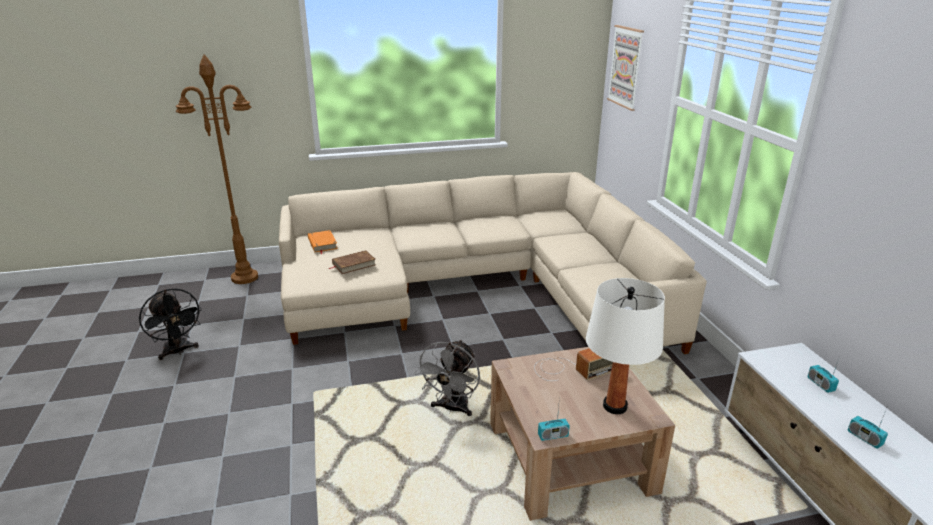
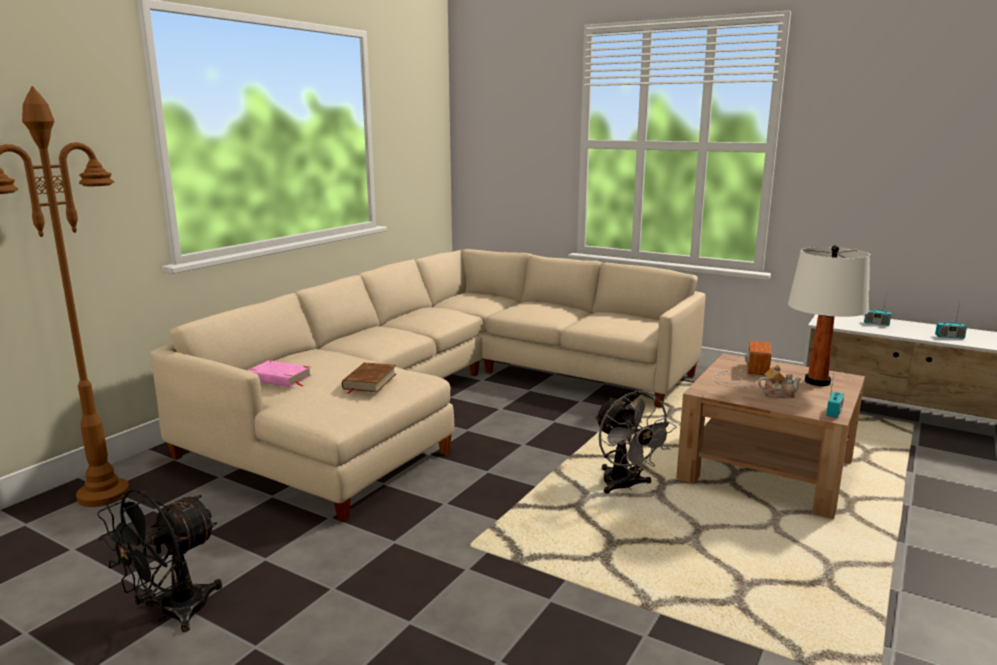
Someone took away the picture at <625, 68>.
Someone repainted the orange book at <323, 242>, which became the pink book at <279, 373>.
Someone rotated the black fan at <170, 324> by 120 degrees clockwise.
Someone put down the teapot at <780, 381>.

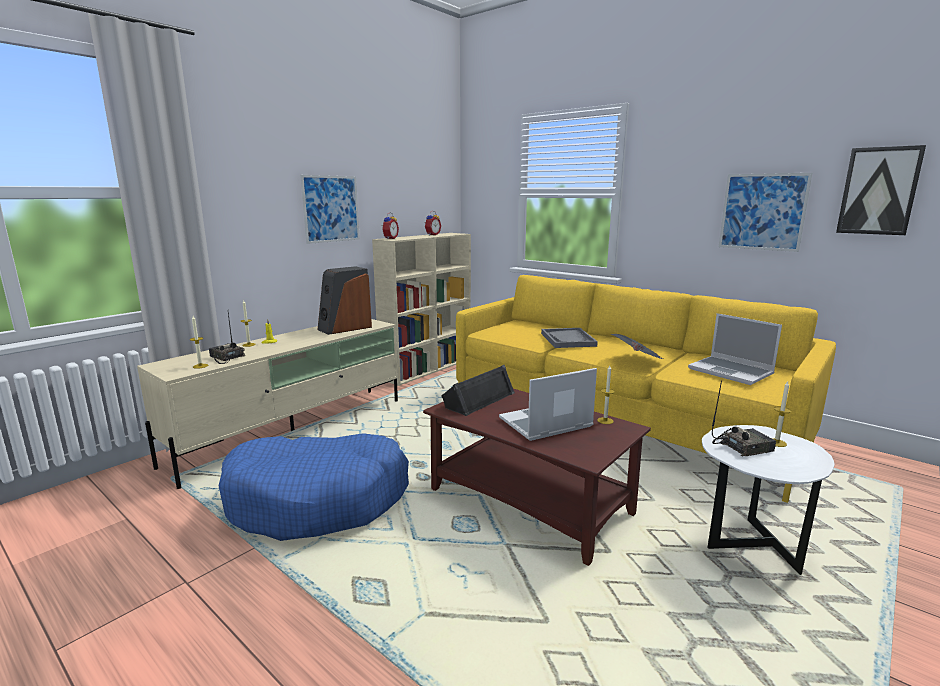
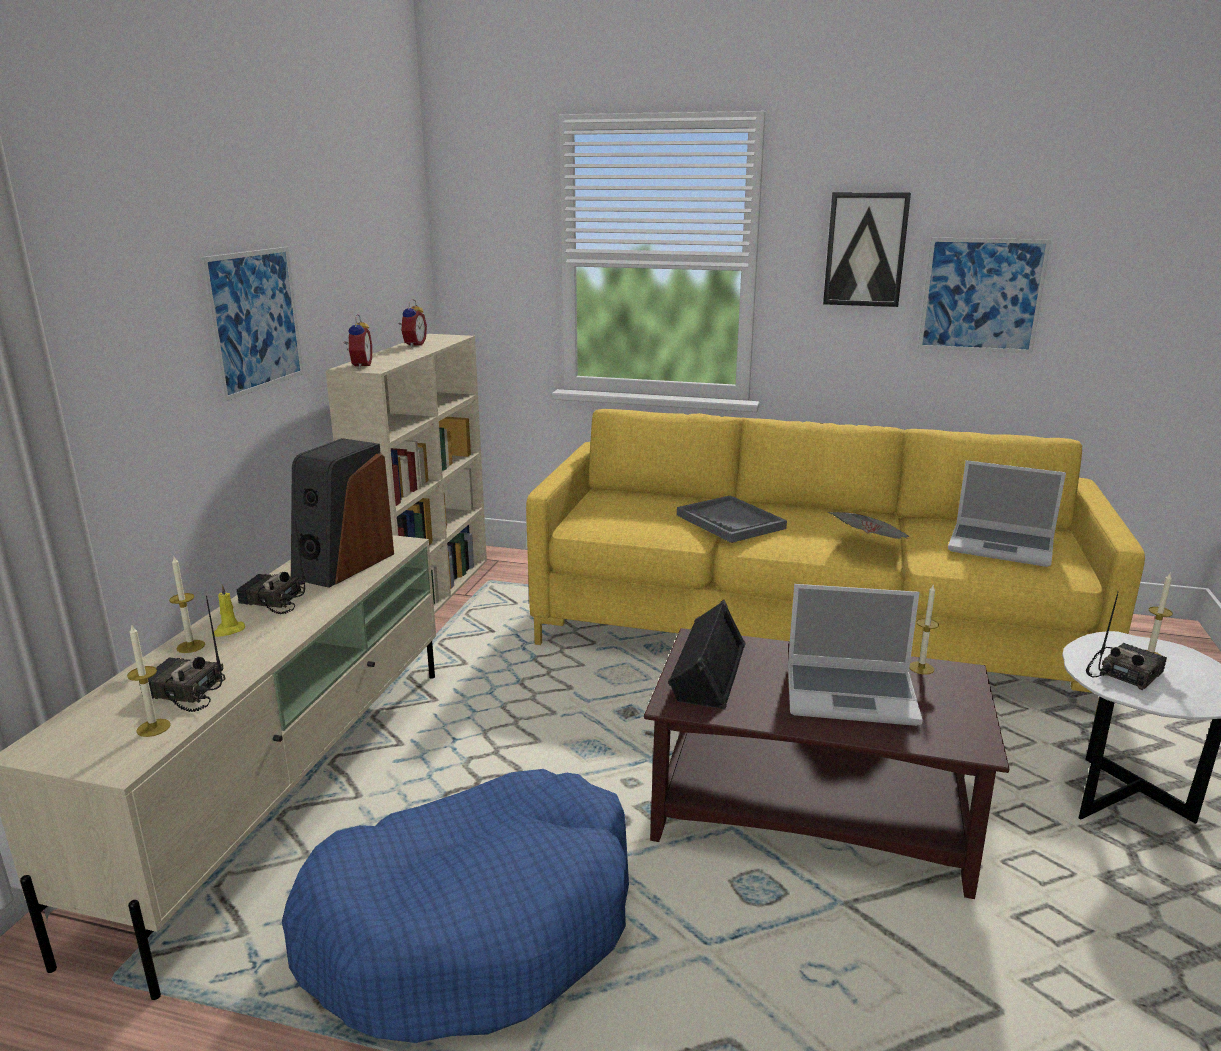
Someone carried the picture from <881, 190> to <867, 249>.
Someone rotated the laptop at <548, 404> by 120 degrees counterclockwise.
Someone put down the radio at <271, 565>.

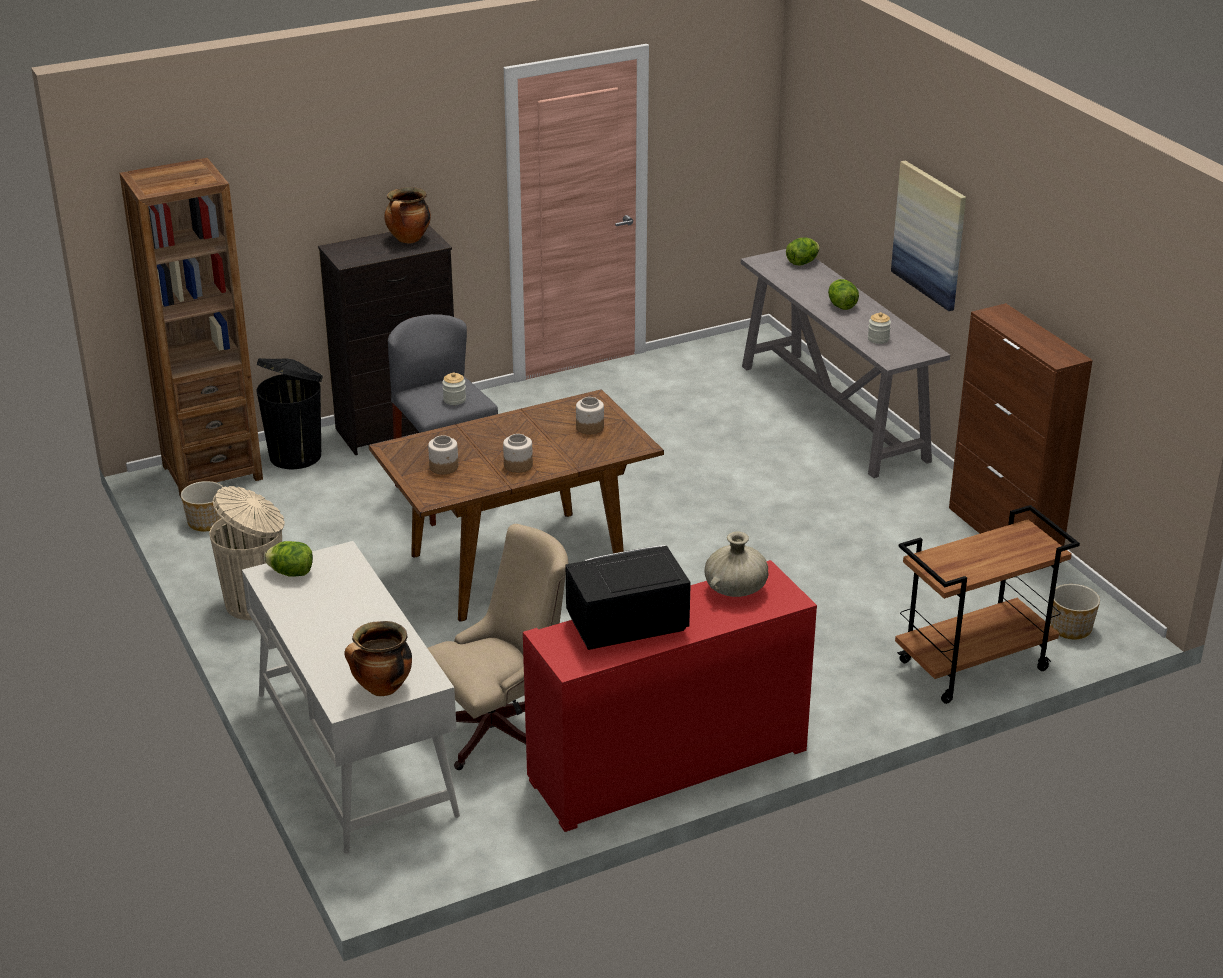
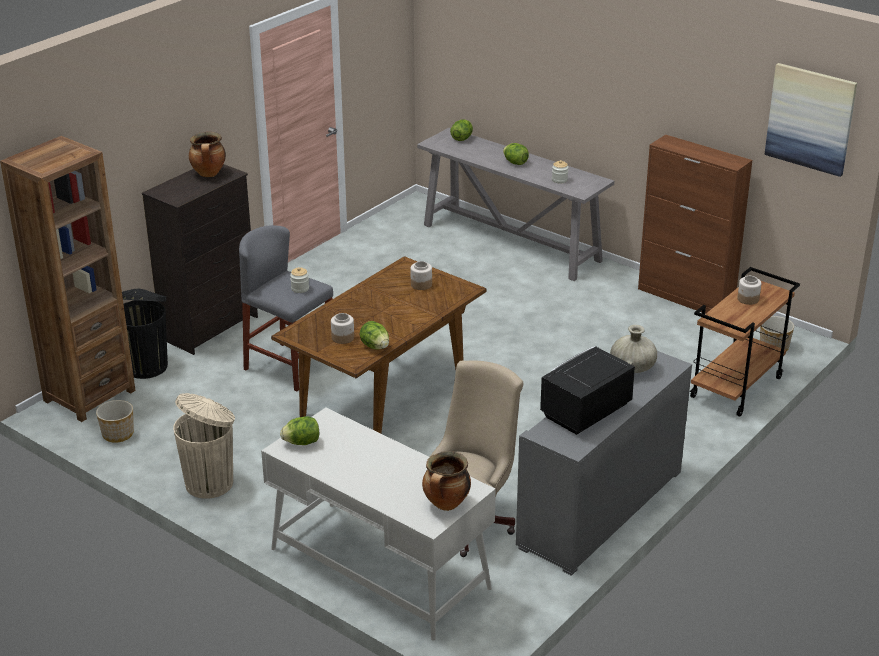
Someone carried the picture from <928, 236> to <811, 120>.
Someone carried the jar from <518, 453> to <749, 290>.
Someone repainted the red cabinet at <670, 696>, which became the grey cabinet at <604, 463>.
Someone put down the lettuce at <374, 335>.

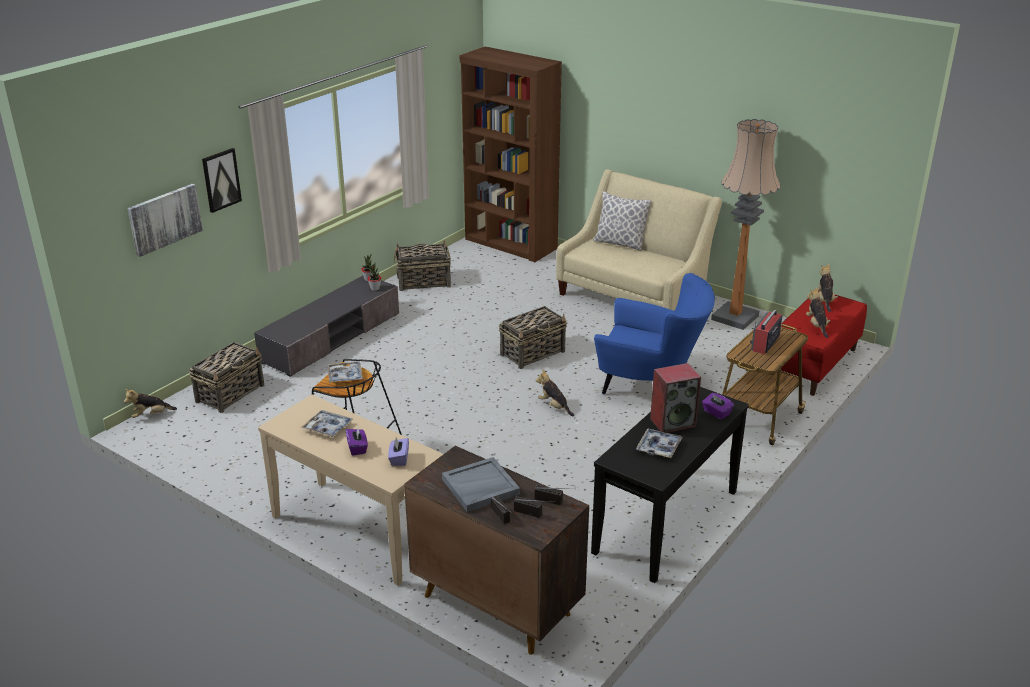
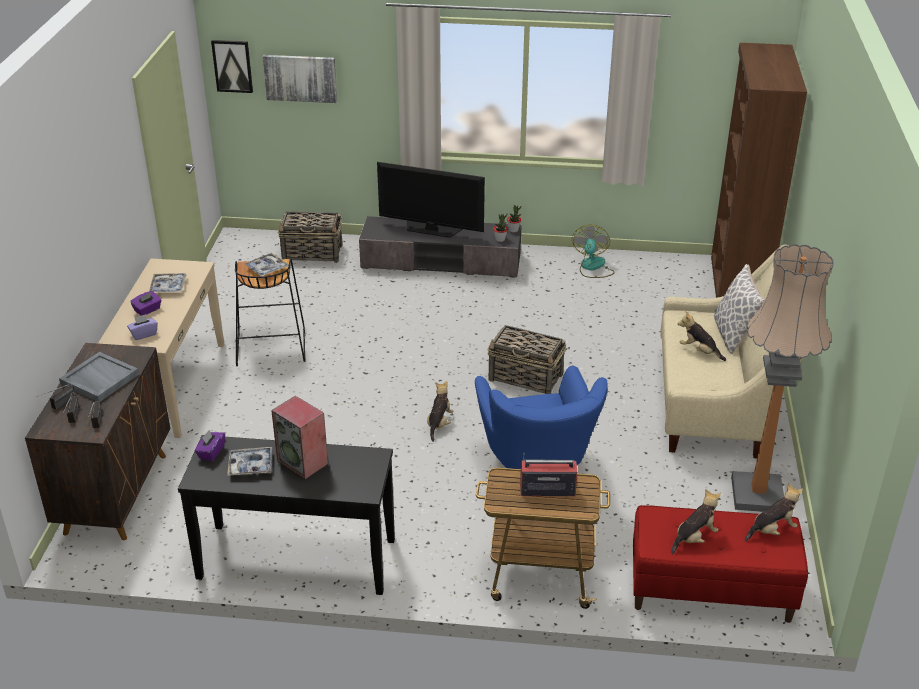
Someone carried the picture from <222, 180> to <232, 66>.
Someone swapped the basket at <422, 265> for the fan at <593, 251>.
Someone carried the plush toy from <150, 403> to <702, 336>.
Someone carried the purple tissue box from <718, 406> to <210, 445>.
Someone put down the television at <431, 200>.

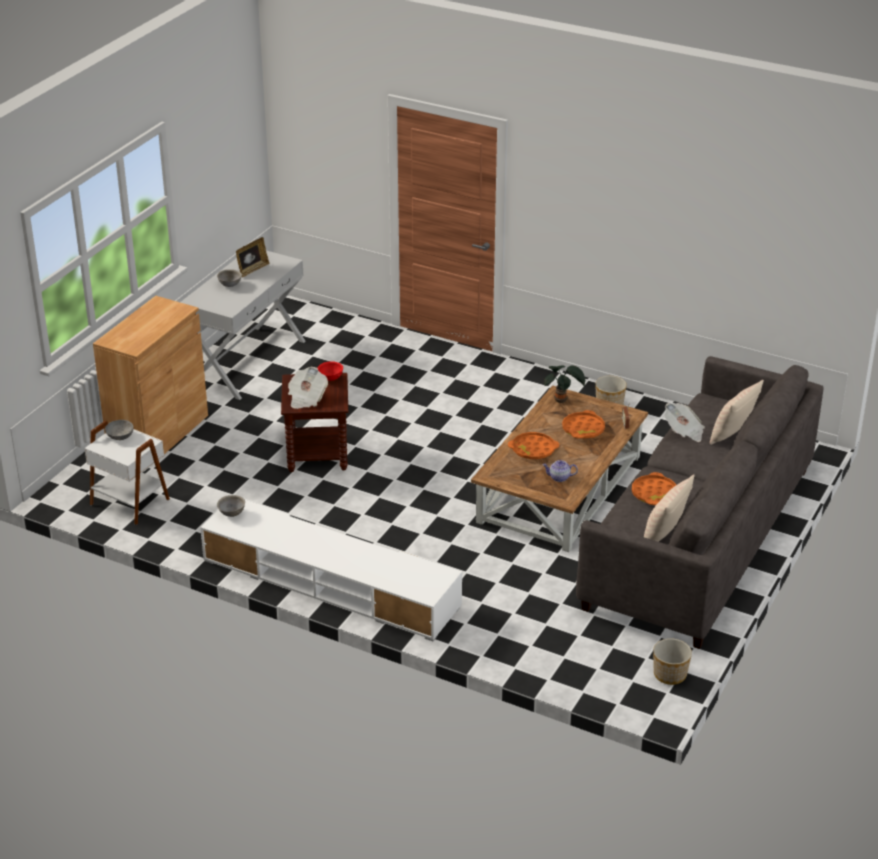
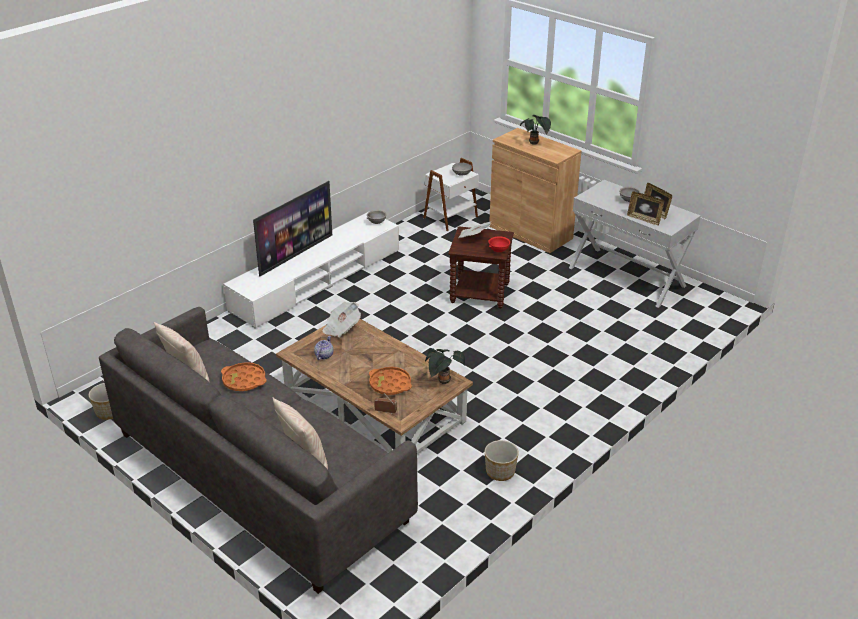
Someone carried the newspaper from <685, 422> to <341, 319>.
Someone took away the orange tray at <533, 445>.
Someone put down the potted plant at <535, 130>.
Someone put down the television at <292, 229>.
Someone put down the picture frame at <645, 209>.

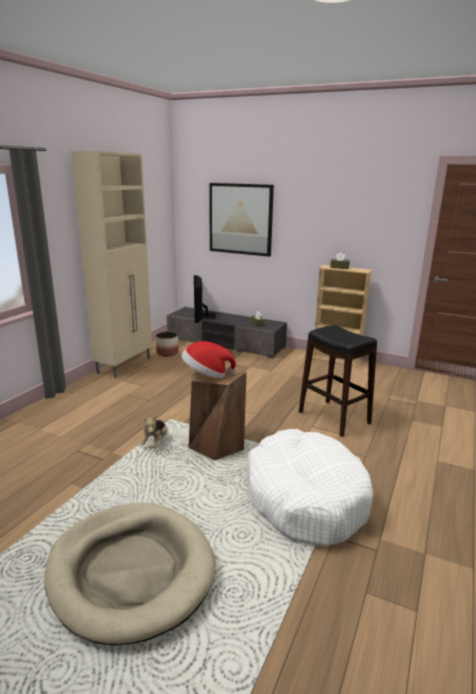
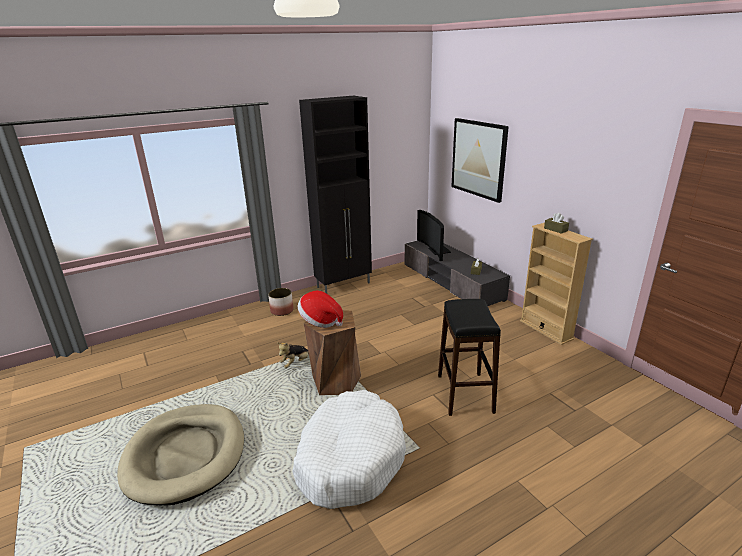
Someone repainted the beige cabinet at <111, 264>, which became the black cabinet at <335, 194>.
Someone rotated the television at <205, 299> by 45 degrees counterclockwise.
Someone carried the planter from <167, 344> to <281, 302>.

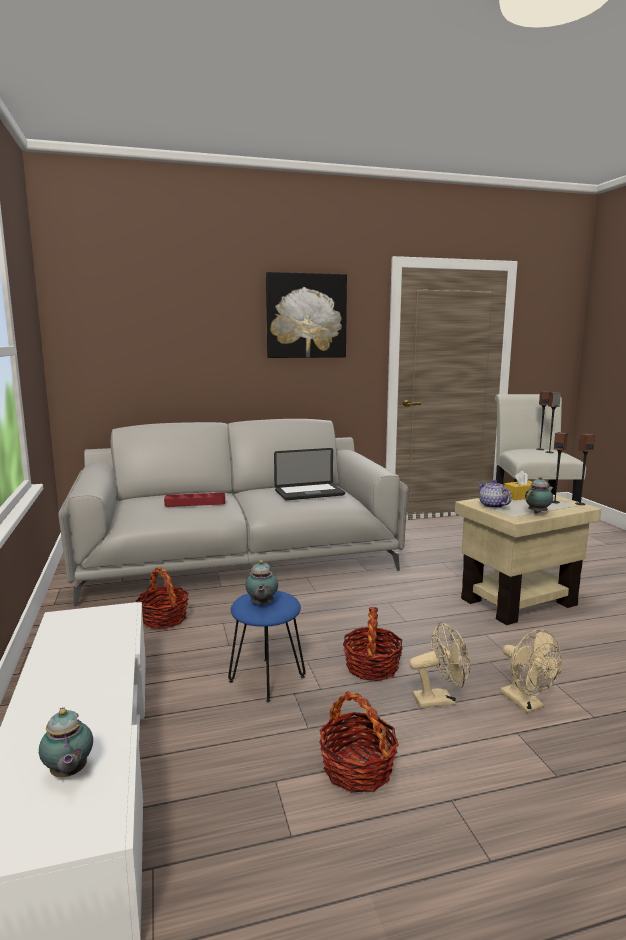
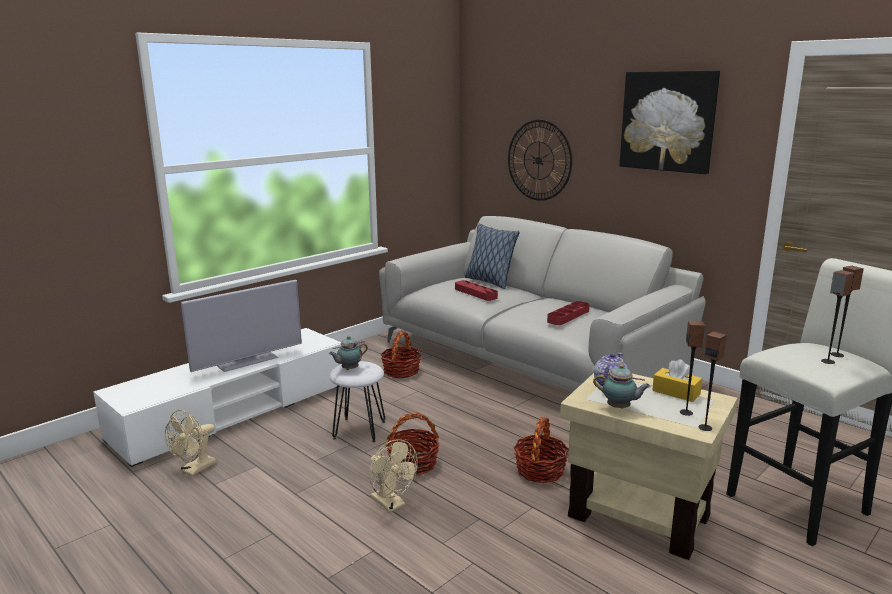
Someone swapped the laptop at <309, 474> for the red tray at <568, 313>.
Someone repainted the blue stool at <267, 646>, which became the white stool at <357, 401>.
Someone carried the beige fan from <531, 671> to <191, 443>.
Someone carried the basket from <359, 742> to <541, 450>.
Someone took away the teapot at <66, 742>.
Someone put up the wall clock at <540, 160>.
Someone put down the pillow at <492, 256>.
Someone put down the television at <241, 326>.

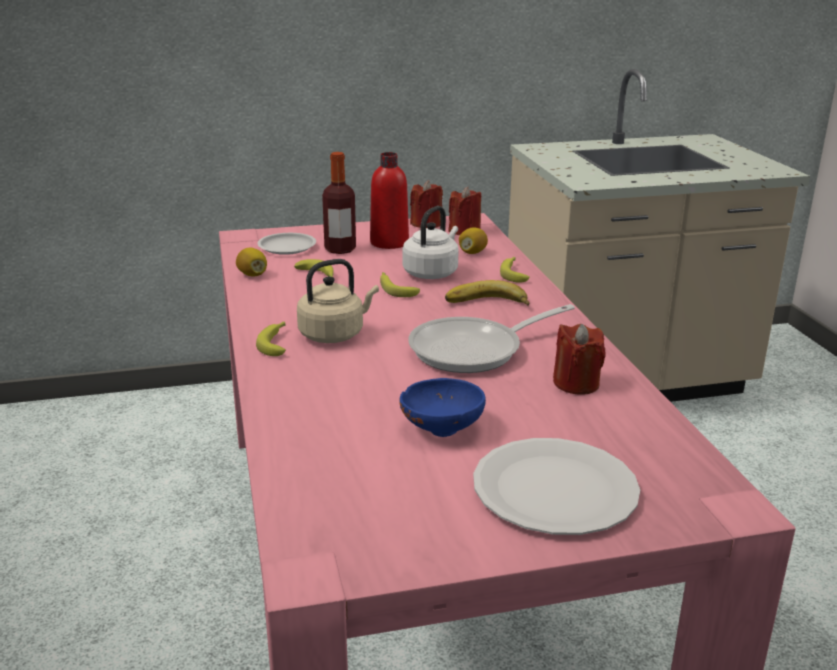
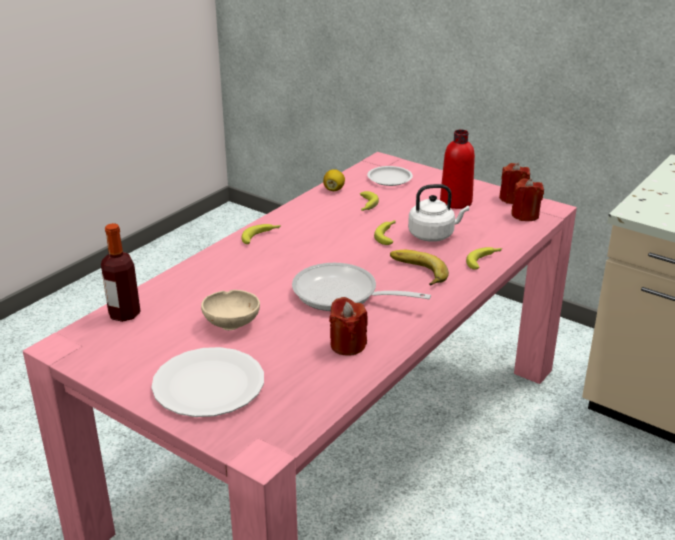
Someone carried the bottle from <339, 203> to <121, 272>.
Someone took away the lemon at <473, 241>.
Someone took away the beige kettle at <338, 301>.
Someone repainted the blue bowl at <443, 407>, which became the beige bowl at <230, 310>.

